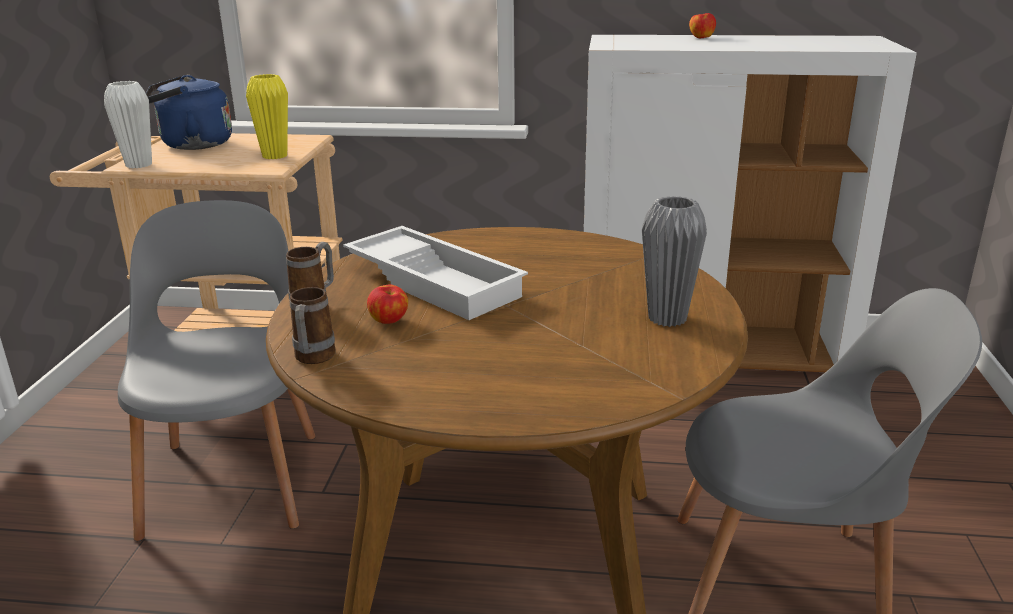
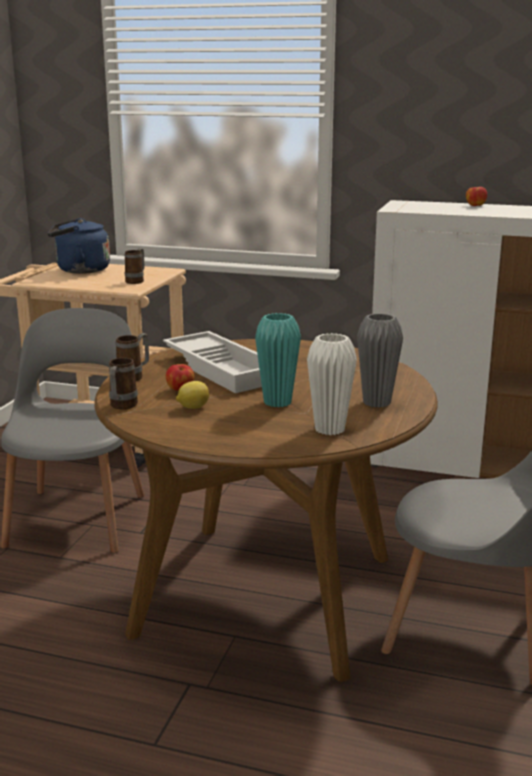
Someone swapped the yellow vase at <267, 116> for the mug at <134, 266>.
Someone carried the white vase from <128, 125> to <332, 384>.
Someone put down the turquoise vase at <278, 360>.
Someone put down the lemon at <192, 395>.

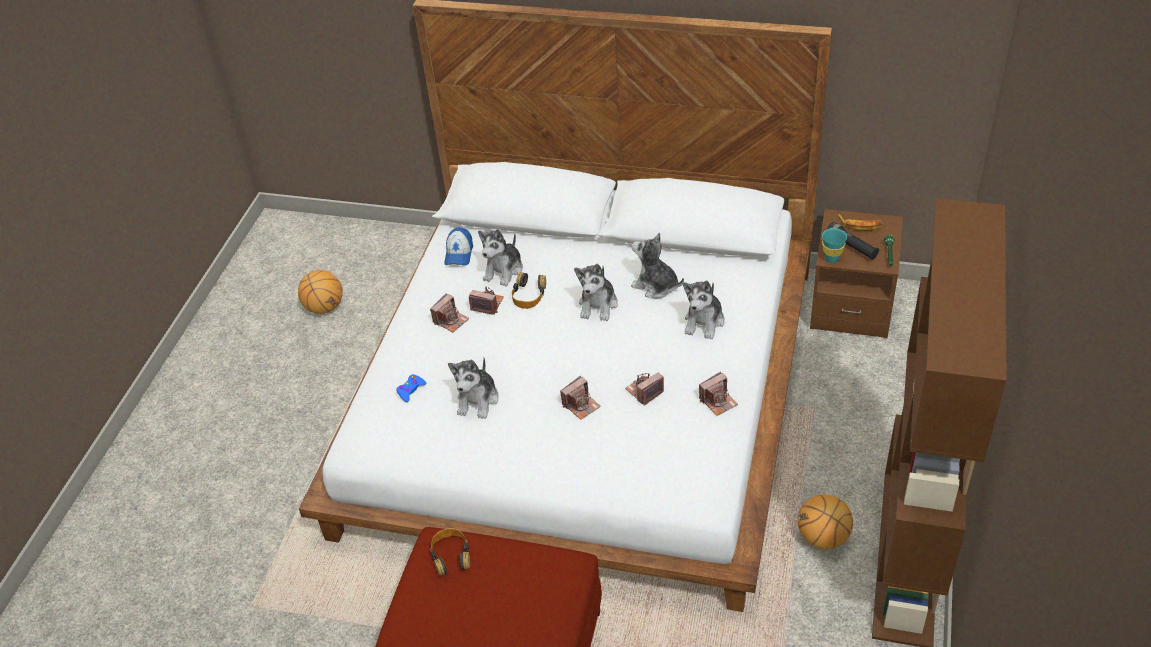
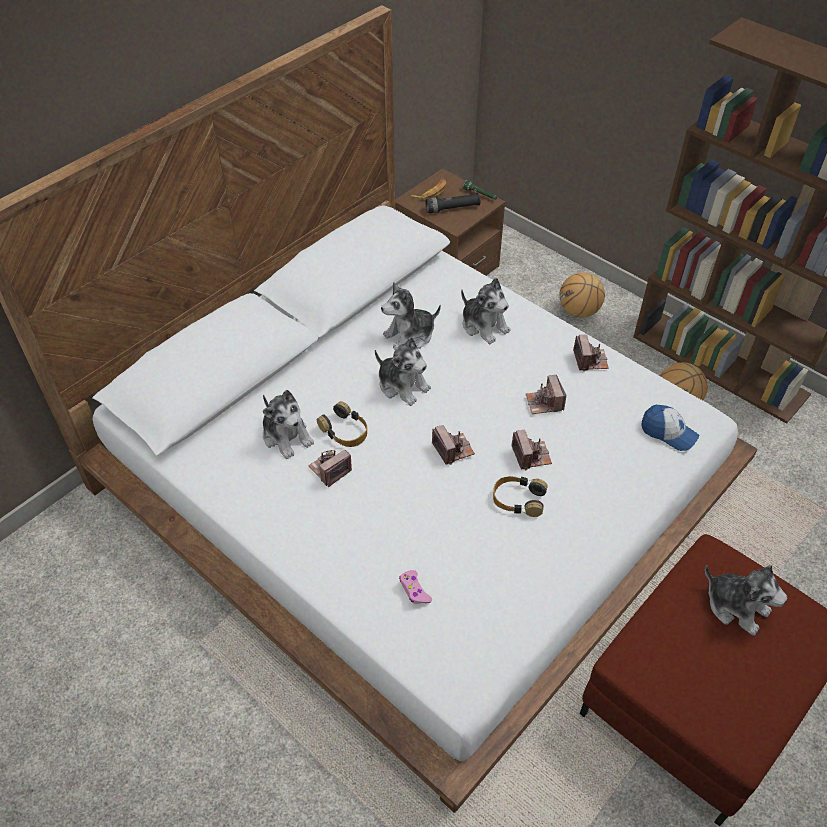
Someone carried the cap from <458, 246> to <670, 428>.
Someone took away the turquoise cup at <834, 245>.
Someone carried the basketball from <320, 292> to <582, 295>.
Someone carried the photo camera from <449, 312> to <453, 445>.
Someone carried the plush toy from <473, 388> to <746, 600>.
Someone repainted the blue game controller at <411, 388>, which became the pink game controller at <415, 587>.
Someone carried the headphones from <450, 552> to <520, 496>.

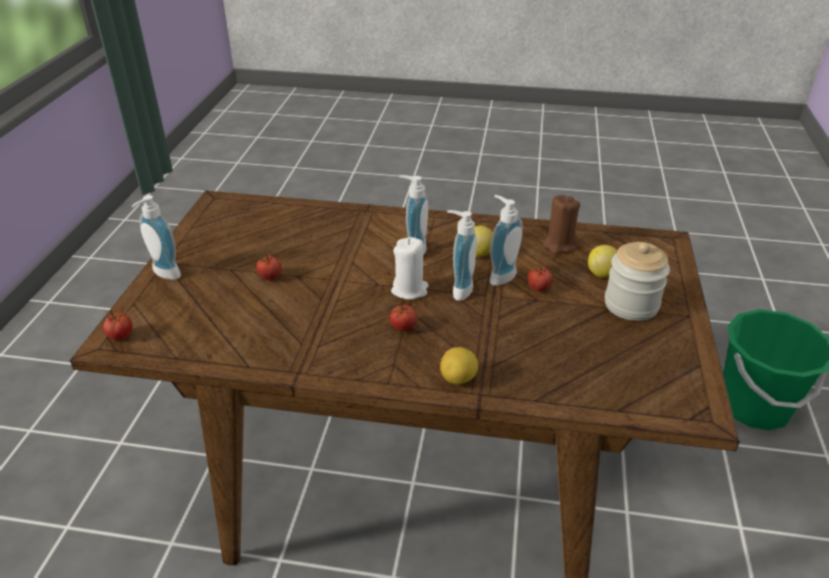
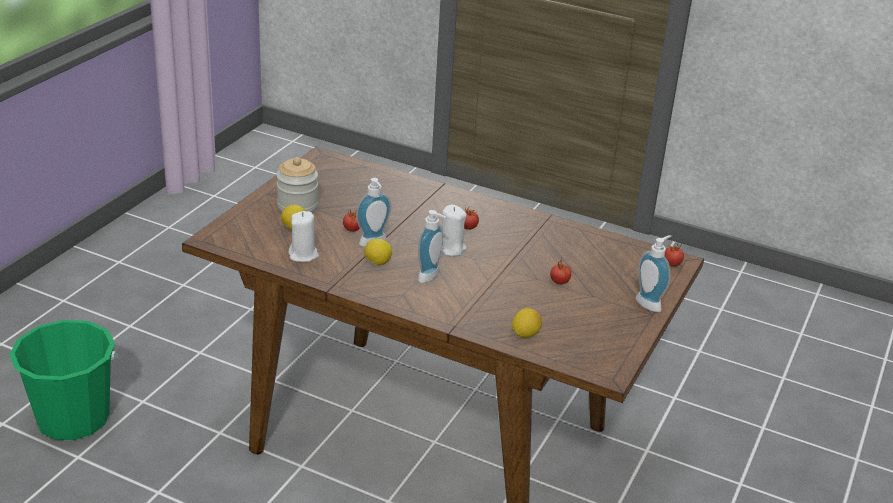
Someone repainted the brown candle at <561, 224>, which became the white candle at <304, 236>.
Someone took away the soap dispenser at <462, 255>.
Someone carried the lemon from <459, 365> to <527, 323>.

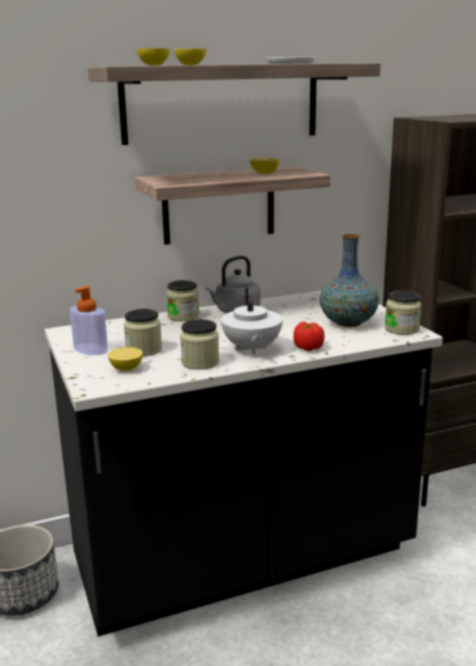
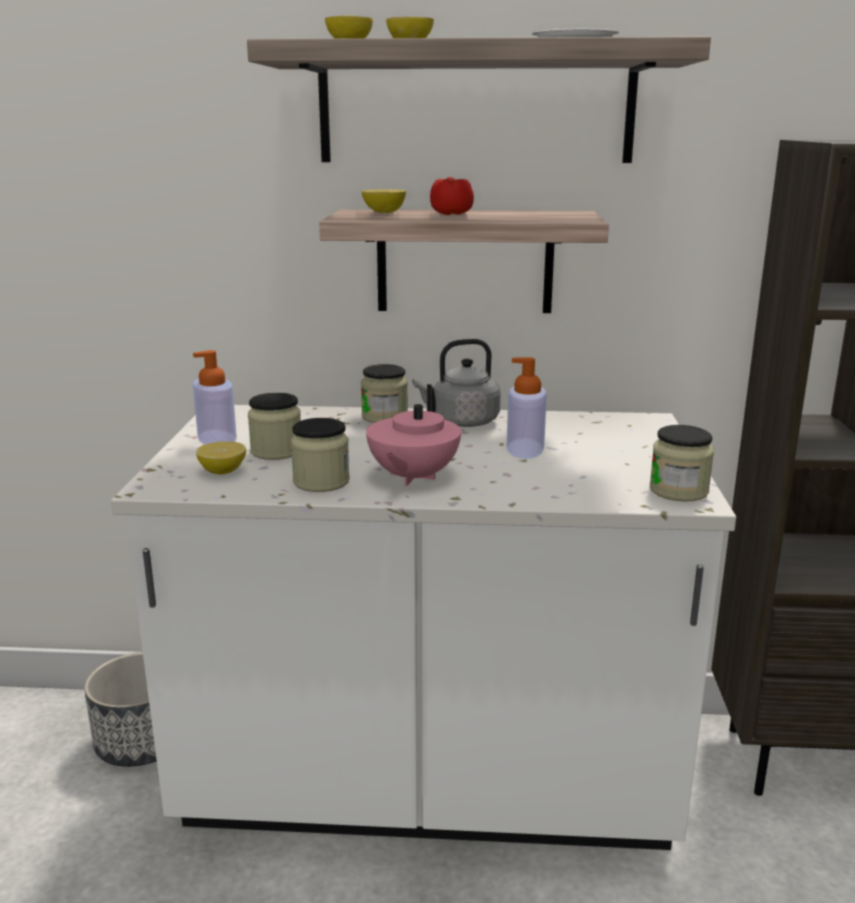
Someone carried the lemon from <265, 166> to <383, 201>.
Someone took away the vase at <349, 280>.
Someone repainted the white teapot at <252, 321>, which became the pink teapot at <413, 435>.
Someone repainted the black counter at <244, 464>, which became the white counter at <423, 627>.
Someone carried the tomato from <309, 336> to <452, 196>.
Someone put down the soap dispenser at <527, 408>.

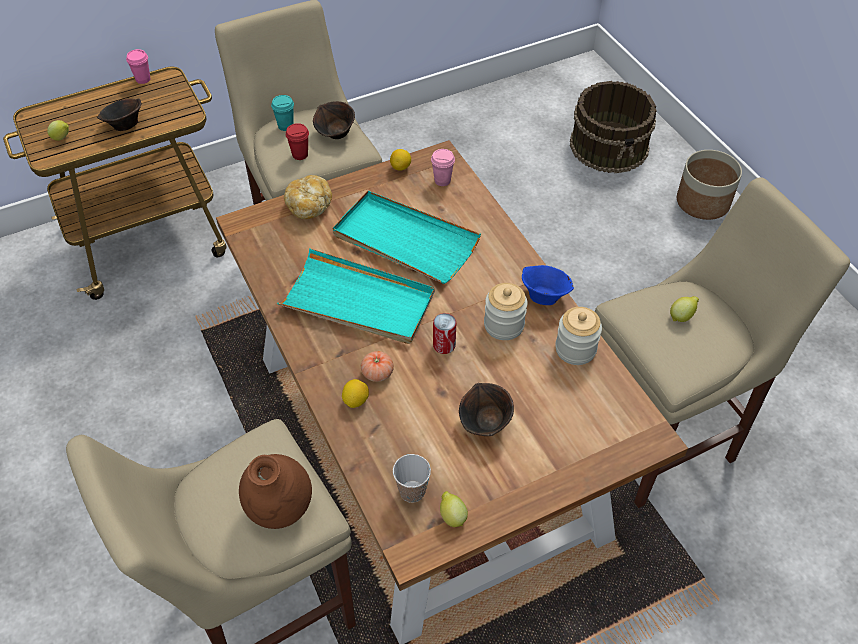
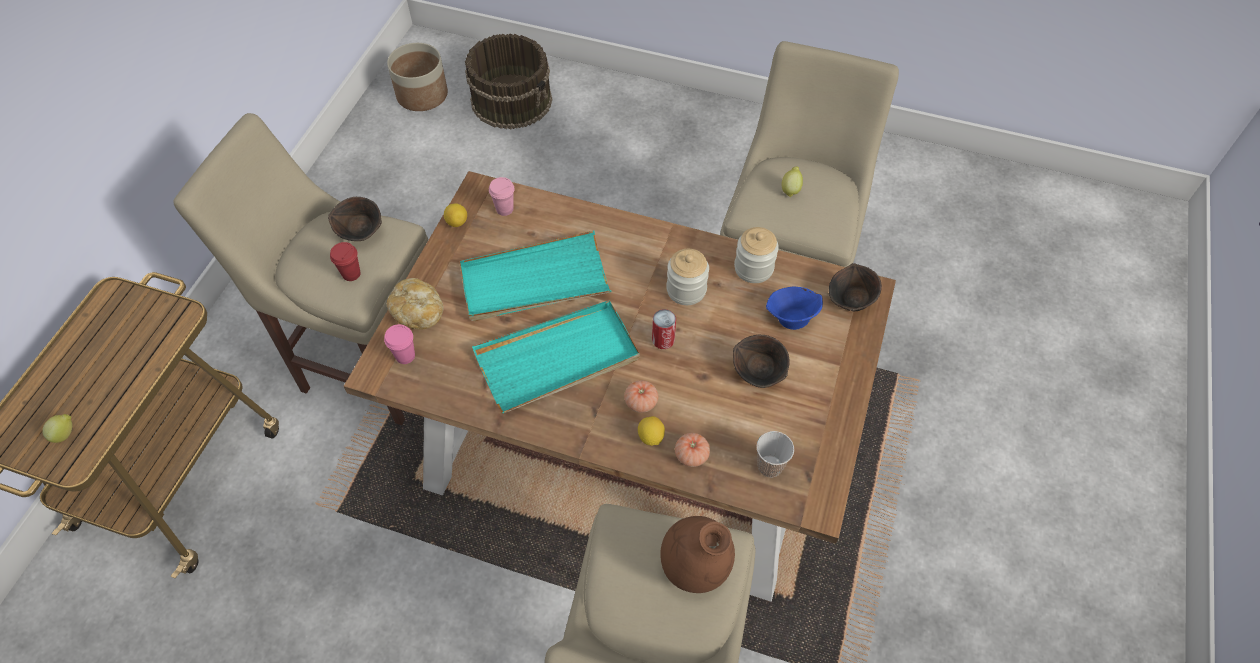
Someone carried the pink cup from <138, 66> to <399, 344>.
Someone took away the turquoise cup at <282, 113>.
Someone carried the brown bowl from <119, 114> to <855, 287>.
Someone carried the planter from <709, 185> to <417, 77>.
Someone carried the blue bowl from <548, 285> to <794, 308>.
Someone took away the lemon at <454, 509>.
Someone put down the tomato at <692, 450>.

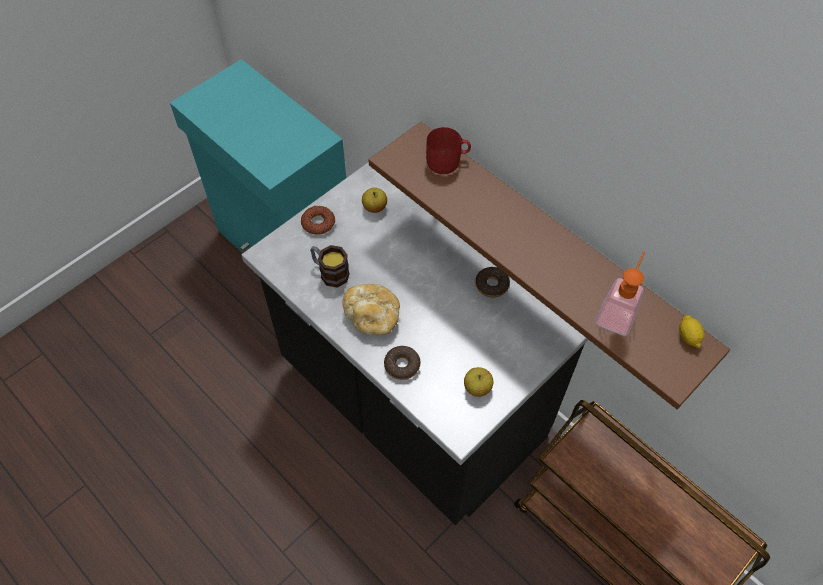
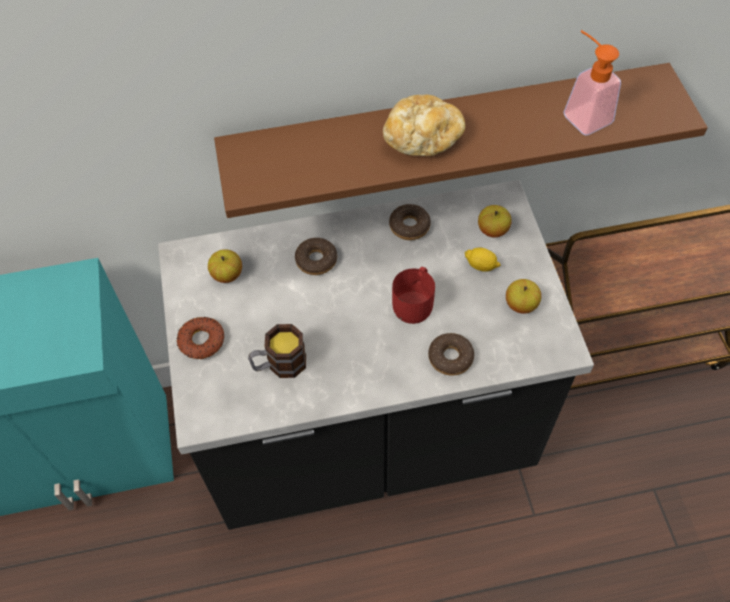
Someone carried the red mug from <448, 150> to <413, 295>.
Someone carried the bread from <371, 309> to <424, 125>.
Someone carried the lemon from <692, 331> to <482, 259>.
Someone put down the apple at <495, 221>.
Someone put down the donut at <316, 256>.

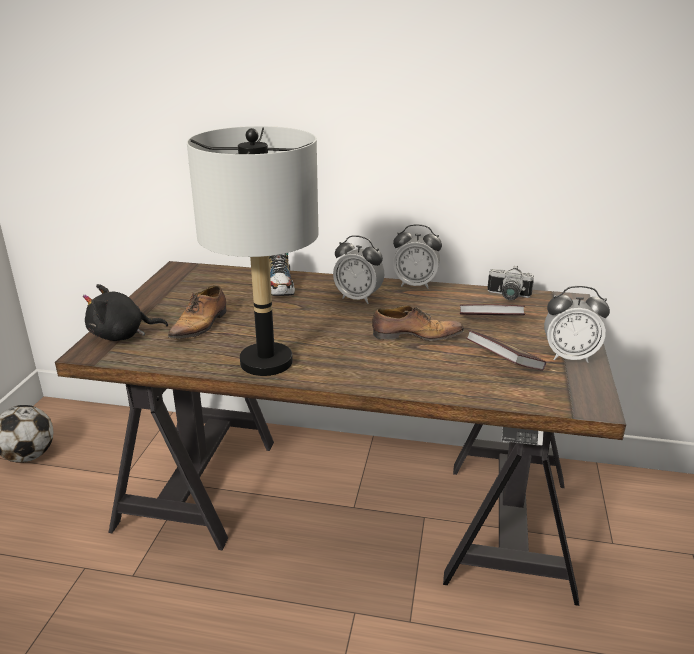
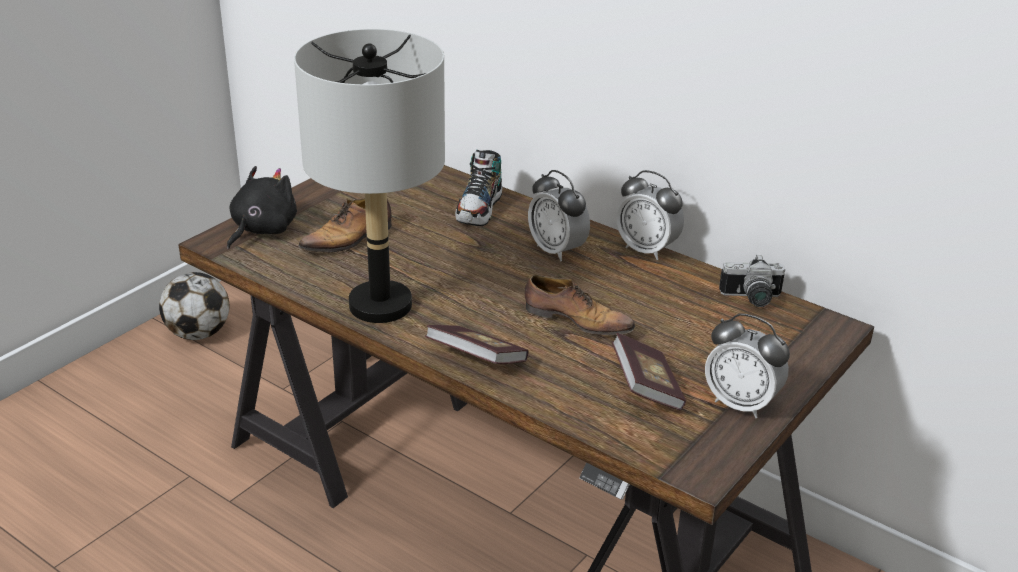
Someone rotated the photo camera at <510, 282> by 45 degrees counterclockwise.
Someone rotated the black plush toy at <125, 312> by 105 degrees clockwise.
Someone carried the book from <492, 309> to <476, 344>.

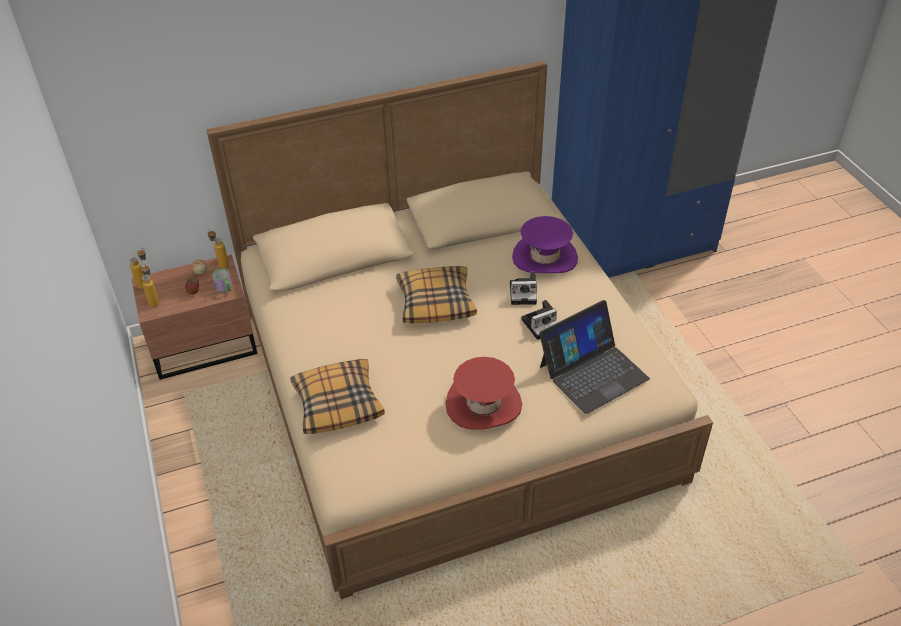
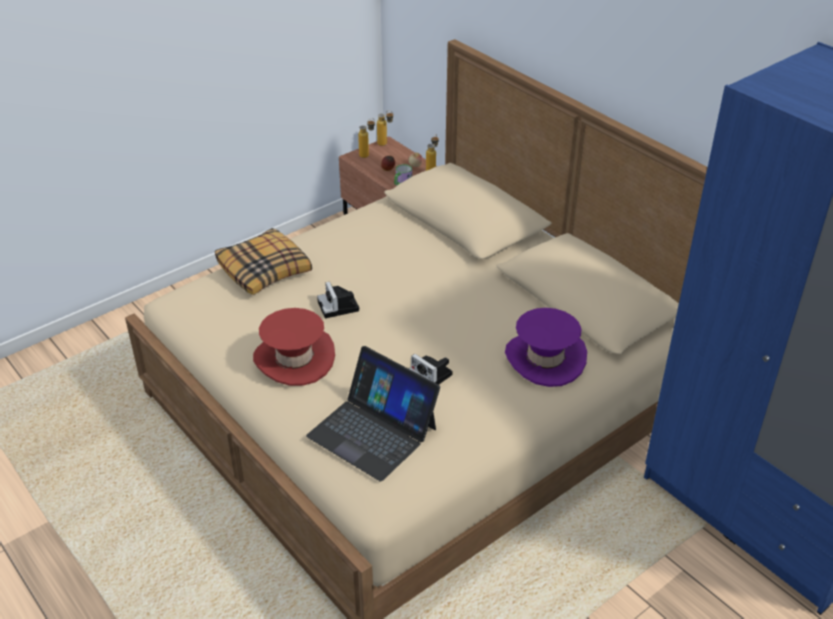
Someone took away the pillow at <436, 295>.
Someone carried the photo camera from <523, 288> to <338, 300>.

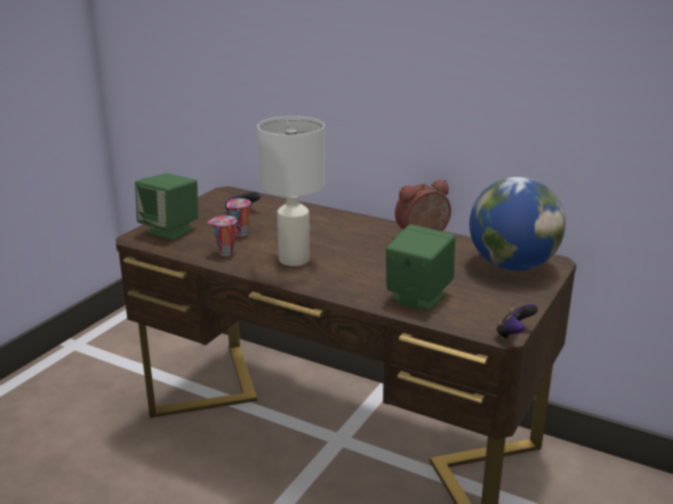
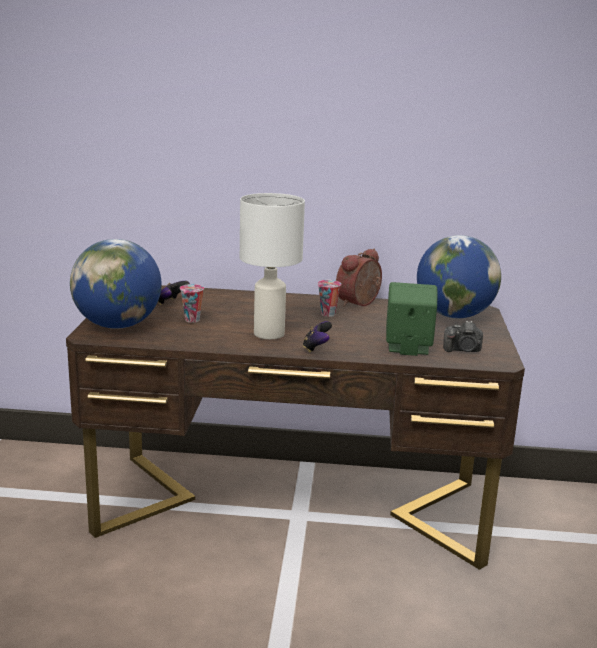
Someone swapped the green speaker at <166, 206> for the globe at <116, 284>.
Someone carried the cup from <222, 236> to <329, 298>.
Someone carried the game controller from <517, 322> to <317, 337>.
Someone put down the photo camera at <463, 336>.

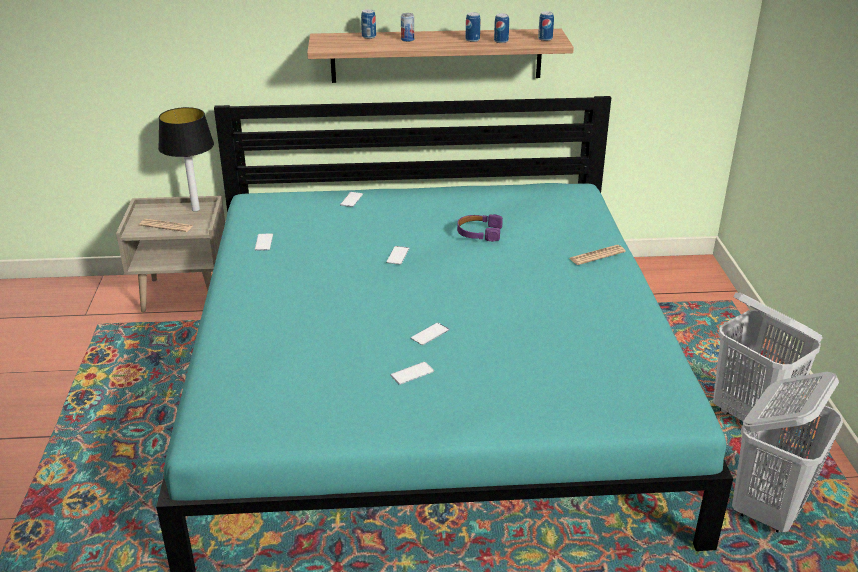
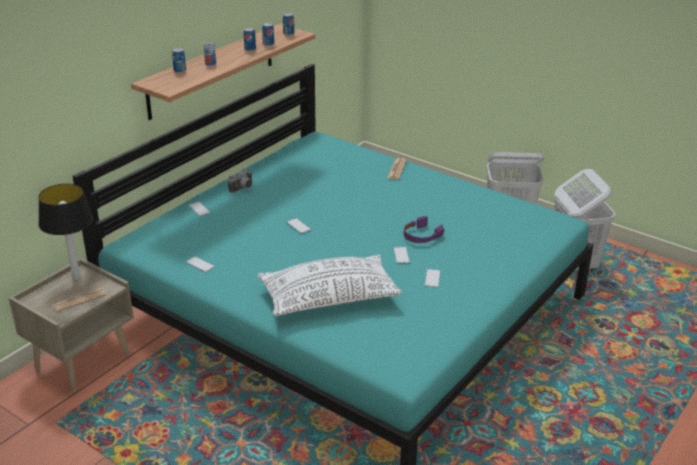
Someone carried the purple headphones from <480, 228> to <424, 229>.
Someone put down the photo camera at <240, 181>.
Someone put down the white pillow at <329, 285>.

